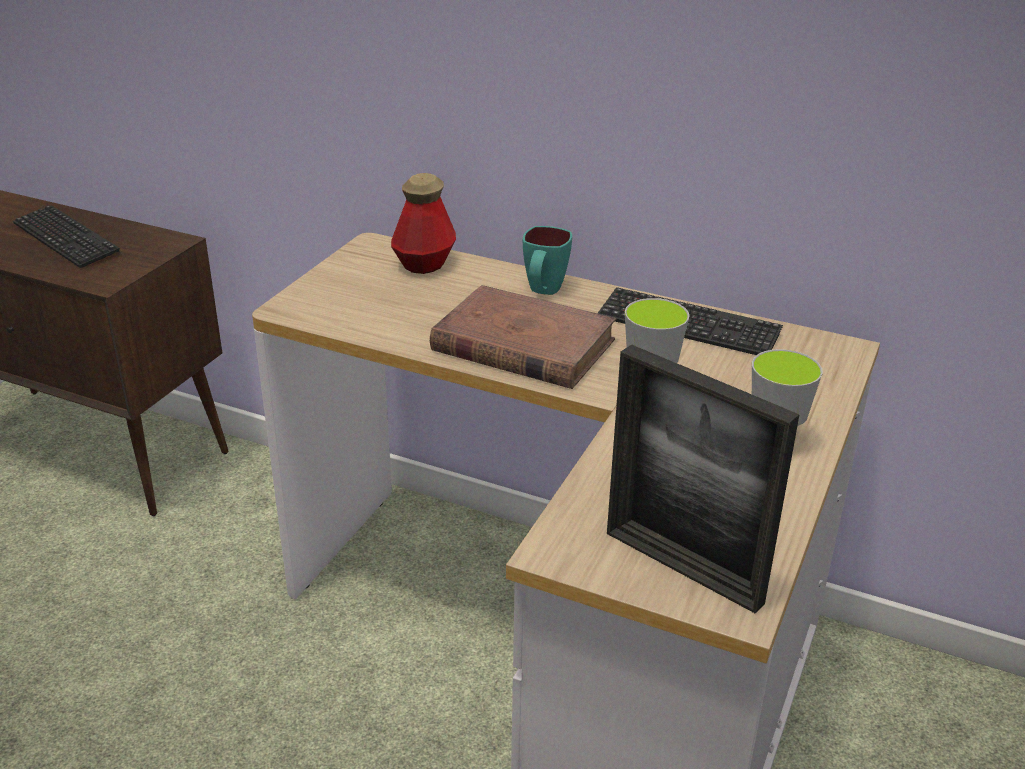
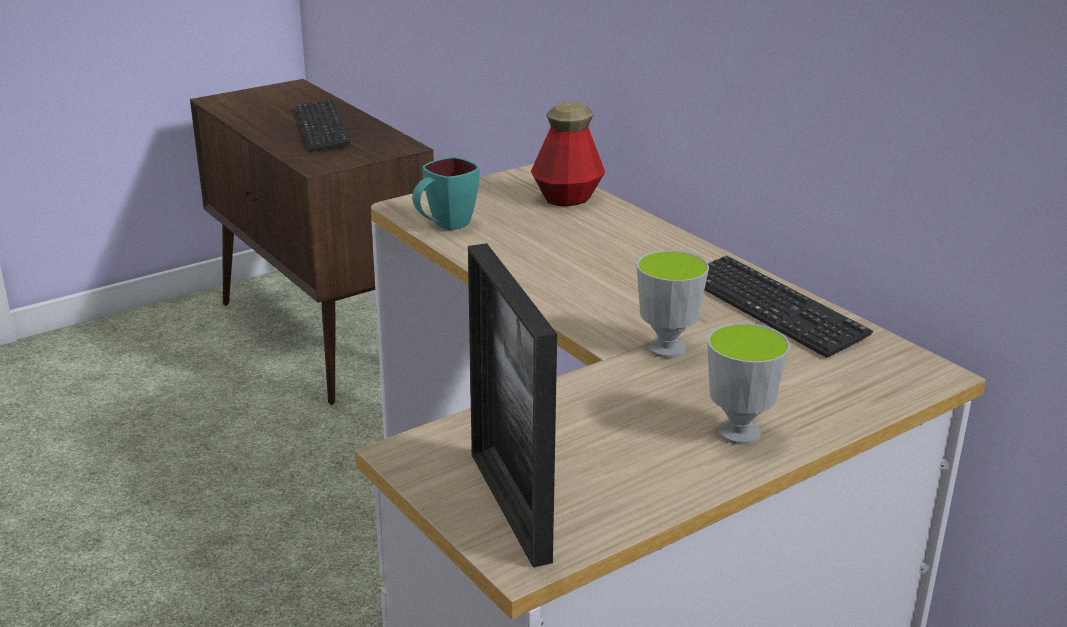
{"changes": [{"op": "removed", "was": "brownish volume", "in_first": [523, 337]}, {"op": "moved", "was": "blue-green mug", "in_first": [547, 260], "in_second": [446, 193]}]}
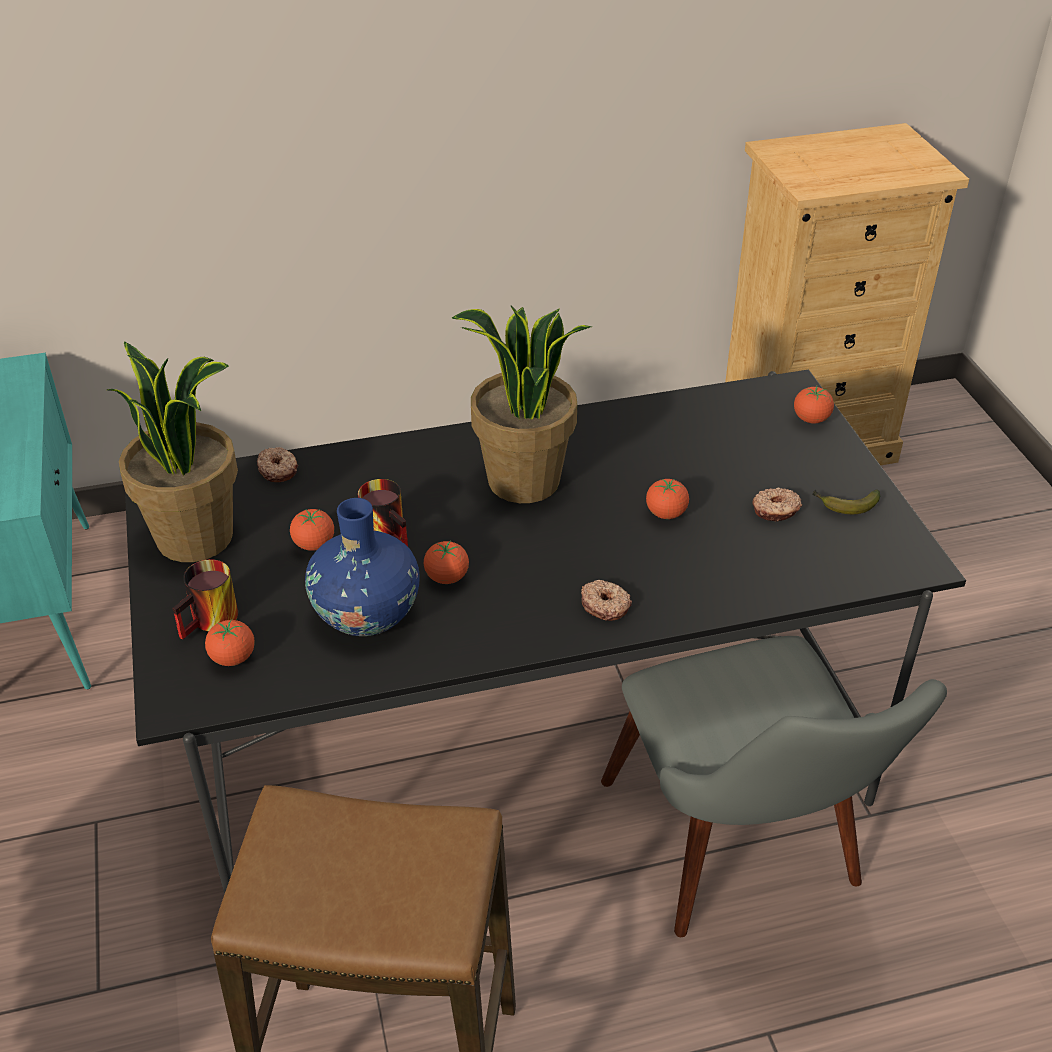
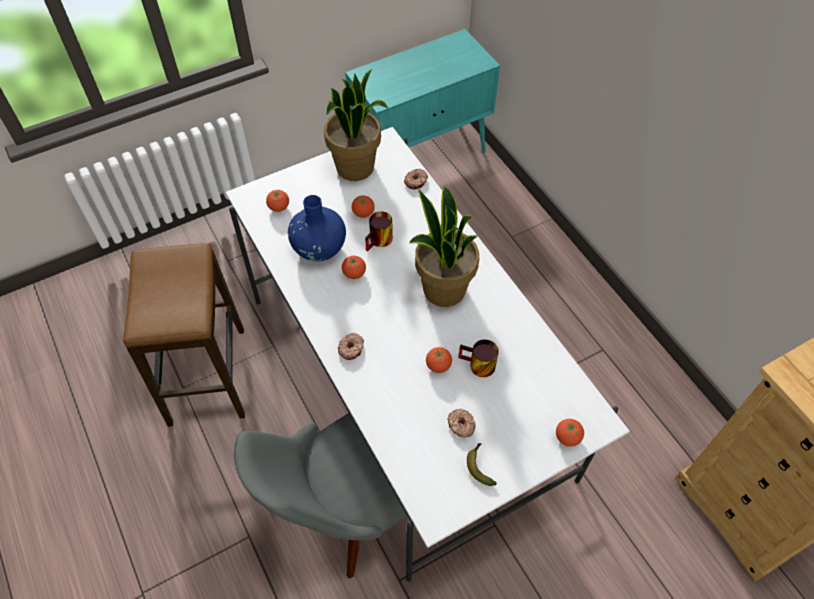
{"changes": [{"op": "recoloured", "was": "blackish dinner table", "now": "whitish dinner table", "in_first": [545, 631], "in_second": [428, 354]}, {"op": "moved", "was": "mug", "in_first": [205, 599], "in_second": [478, 358]}]}
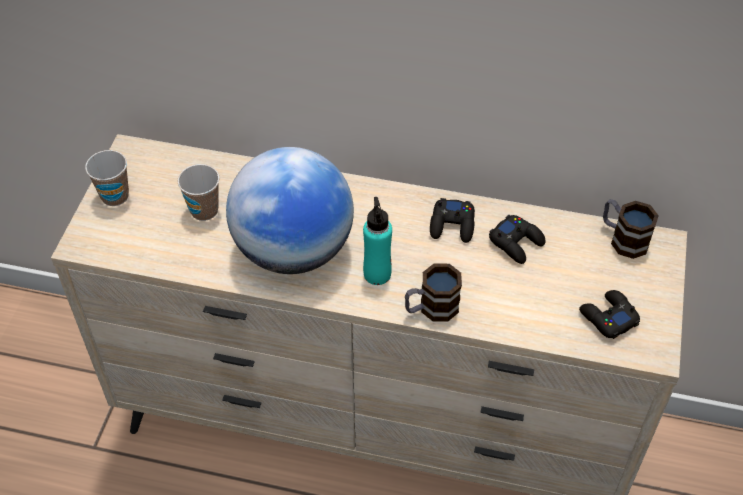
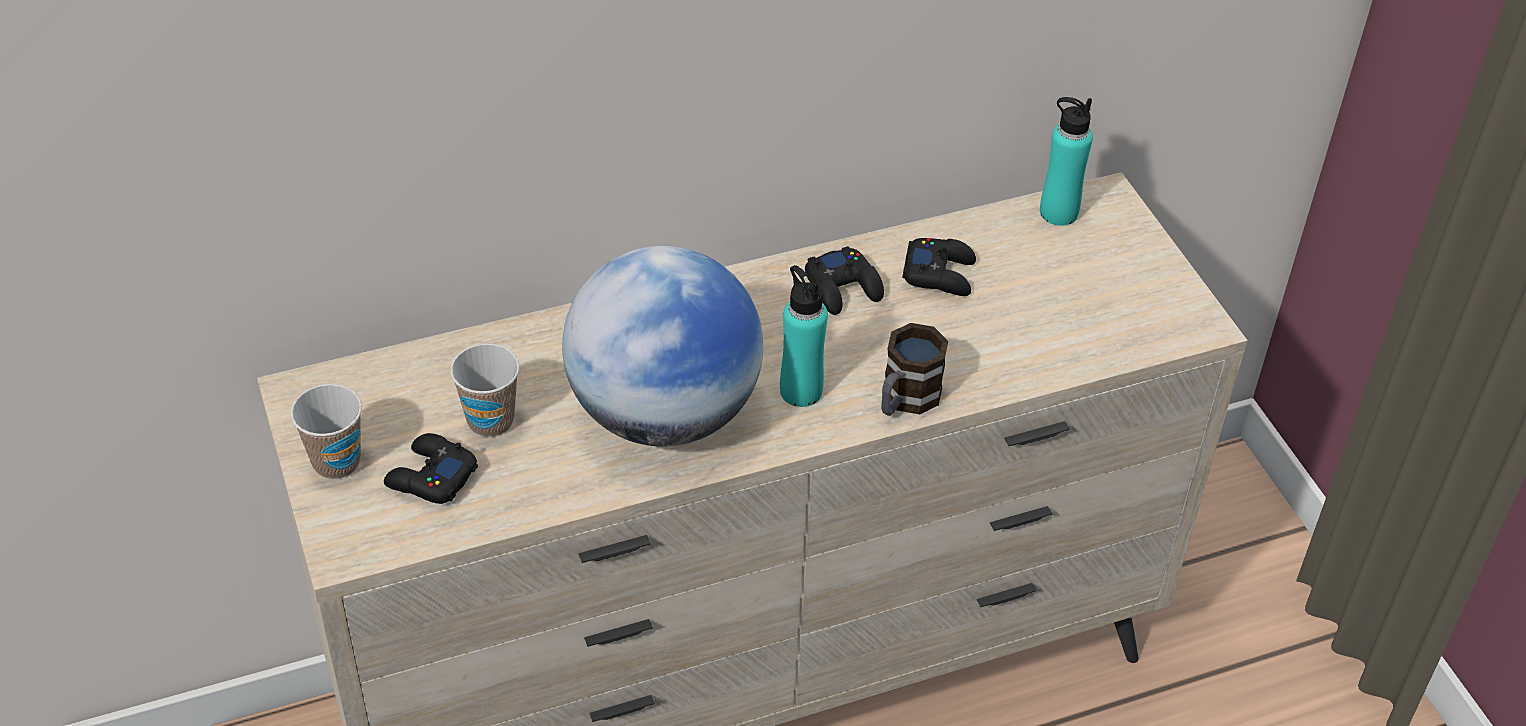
{"changes": [{"op": "moved", "was": "blackish game controller", "in_first": [609, 314], "in_second": [431, 468]}, {"op": "replaced", "was": "mug", "now": "blue-green beverage bottle", "in_first": [631, 229], "in_second": [1066, 161]}]}
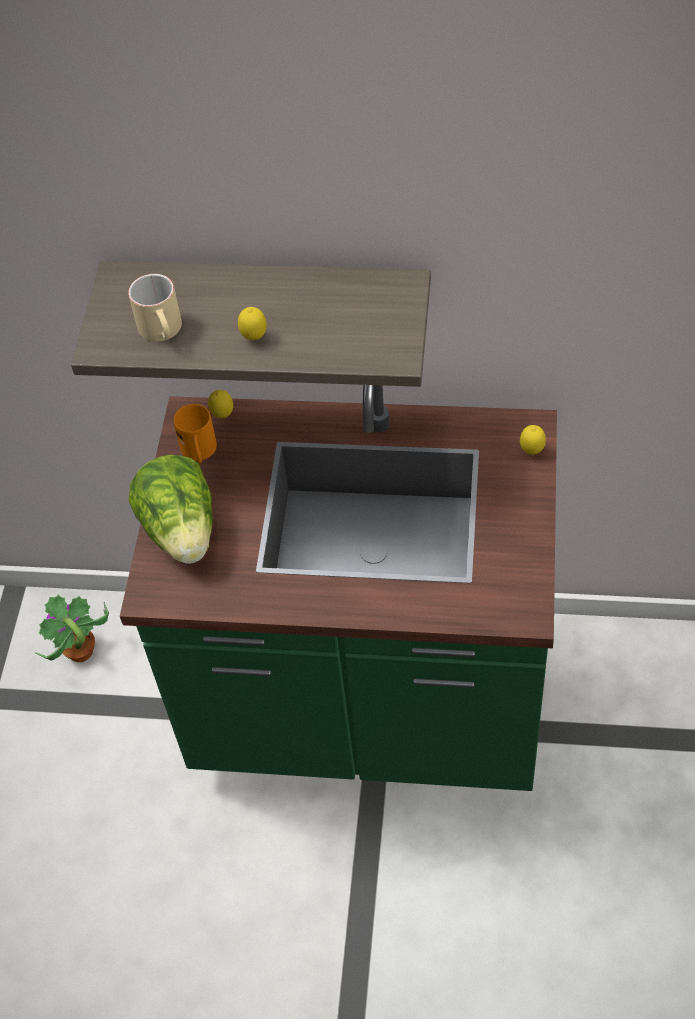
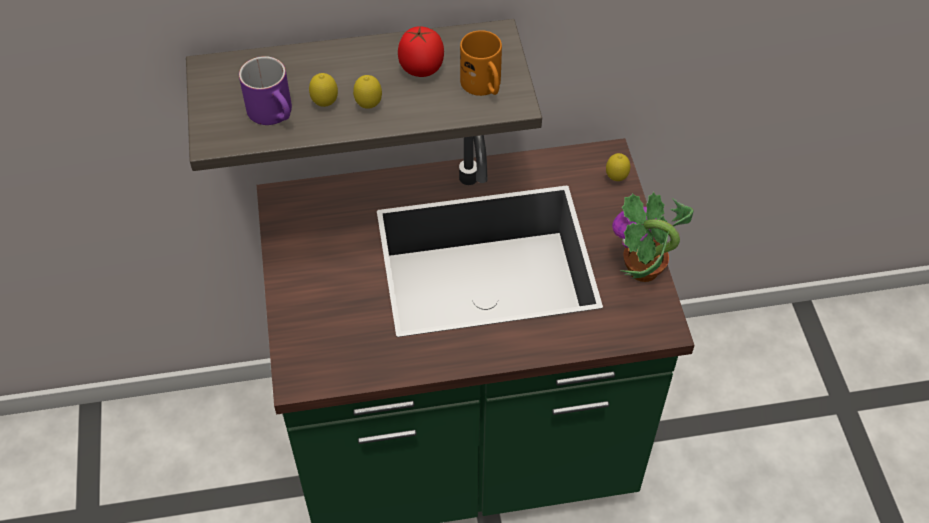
{"changes": [{"op": "moved", "was": "potted plant", "in_first": [71, 628], "in_second": [653, 237]}, {"op": "recoloured", "was": "beige mug", "now": "purple mug", "in_first": [155, 308], "in_second": [265, 90]}, {"op": "removed", "was": "lettuce head", "in_first": [170, 509]}, {"op": "moved", "was": "orangey mug", "in_first": [195, 433], "in_second": [481, 63]}, {"op": "moved", "was": "citrus fruit", "in_first": [220, 404], "in_second": [323, 90]}, {"op": "added", "now": "tomato", "in_second": [421, 51]}]}
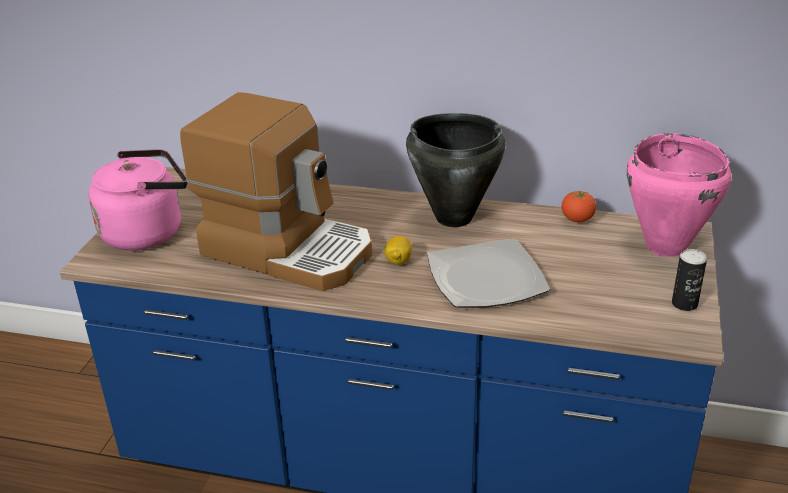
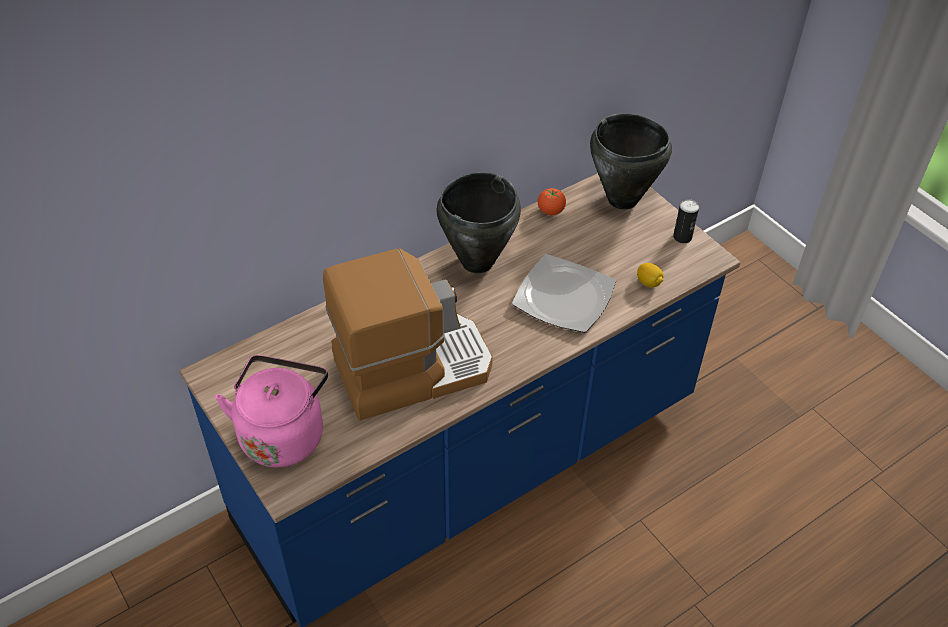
{"changes": [{"op": "moved", "was": "citrus fruit", "in_first": [398, 250], "in_second": [650, 275]}, {"op": "recoloured", "was": "pinkish saucepot", "now": "blackish saucepot", "in_first": [679, 195], "in_second": [631, 161]}]}
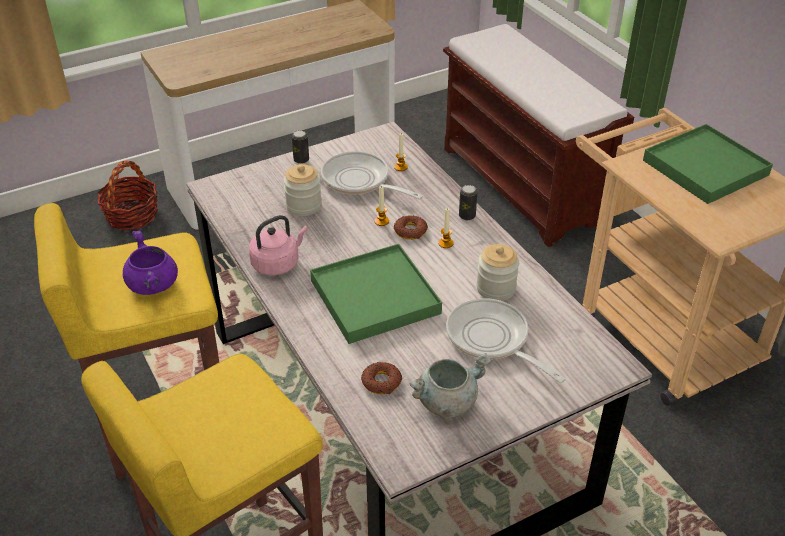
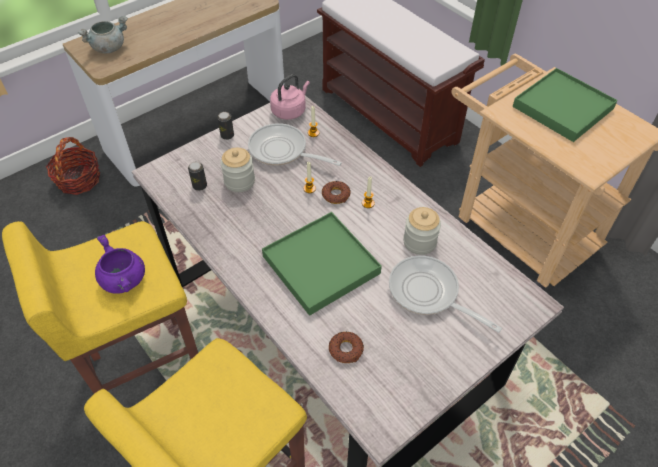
{"changes": [{"op": "moved", "was": "pinkish water kettle", "in_first": [278, 245], "in_second": [290, 97]}, {"op": "moved", "was": "greyish saucepot", "in_first": [450, 385], "in_second": [103, 34]}, {"op": "moved", "was": "metal can", "in_first": [468, 202], "in_second": [197, 176]}]}
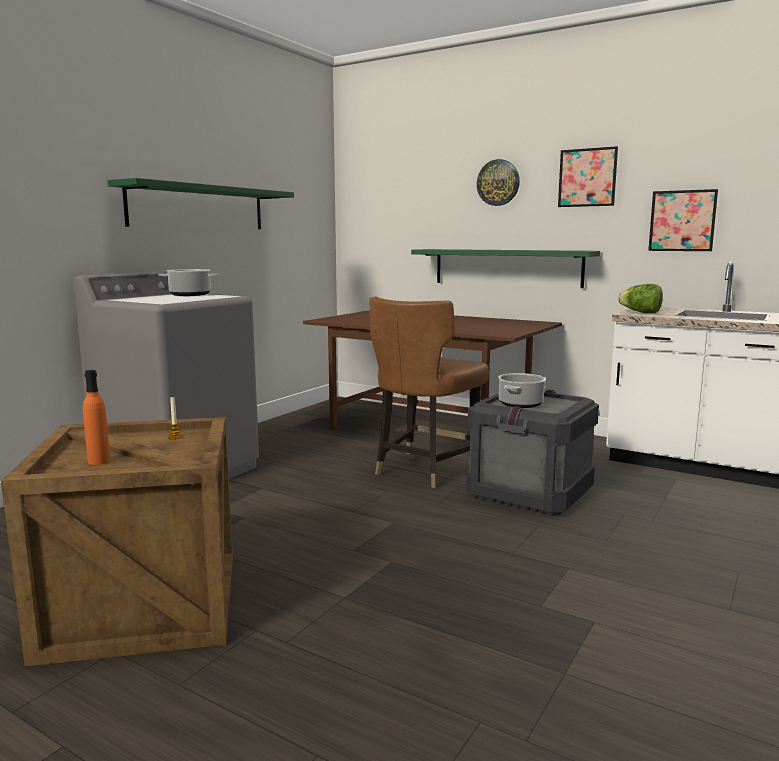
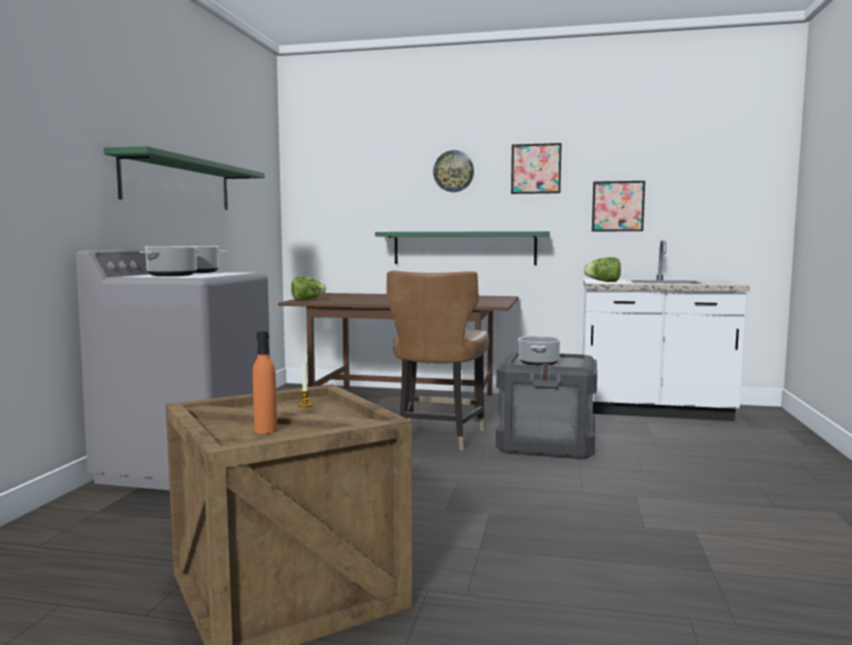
{"changes": [{"op": "added", "now": "saucepot", "in_second": [170, 261]}, {"op": "added", "now": "lettuce head", "in_second": [308, 288]}]}
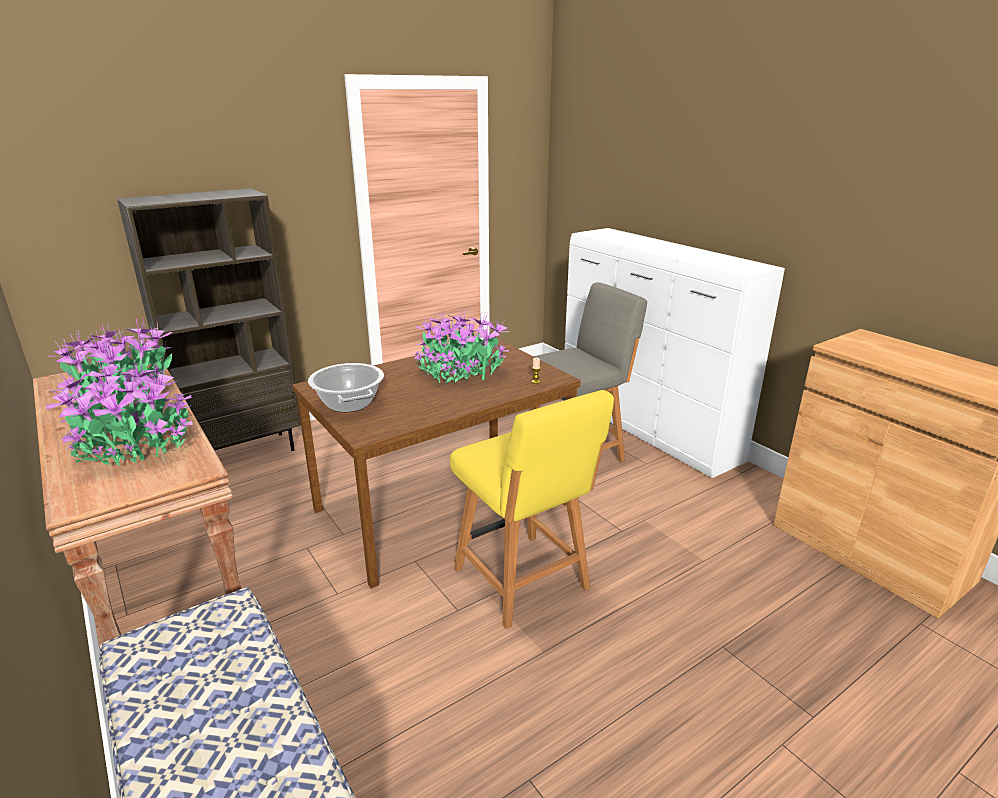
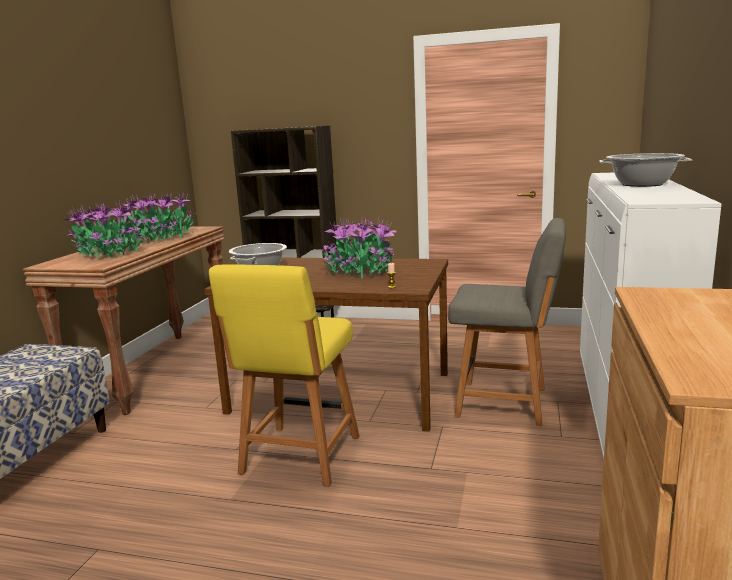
{"changes": [{"op": "added", "now": "saucepot", "in_second": [645, 170]}]}
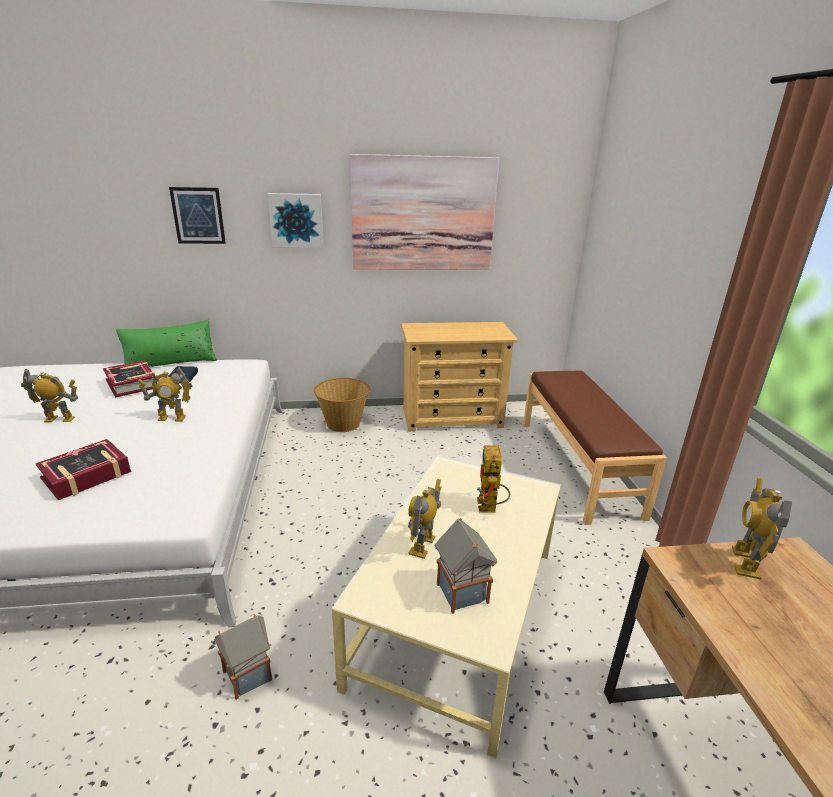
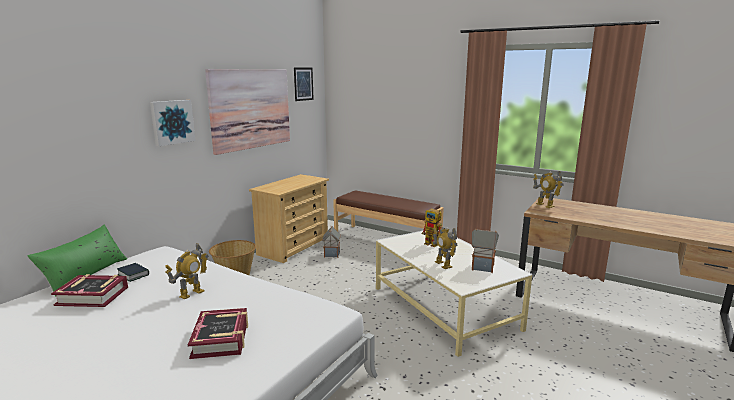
{"changes": [{"op": "removed", "was": "robot figure", "in_first": [49, 396]}, {"op": "moved", "was": "wall picture", "in_first": [197, 215], "in_second": [304, 84]}, {"op": "moved", "was": "miniature house", "in_first": [243, 657], "in_second": [331, 242]}]}
